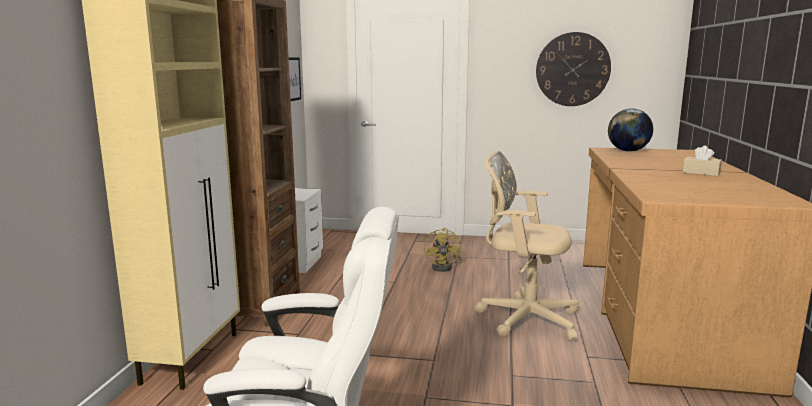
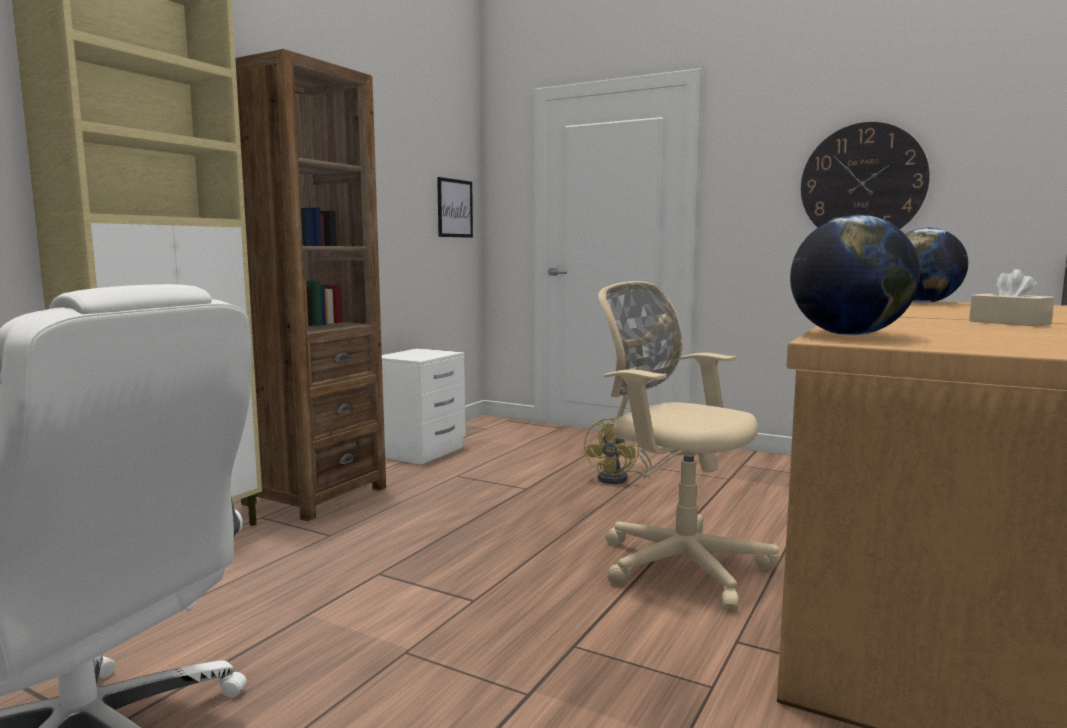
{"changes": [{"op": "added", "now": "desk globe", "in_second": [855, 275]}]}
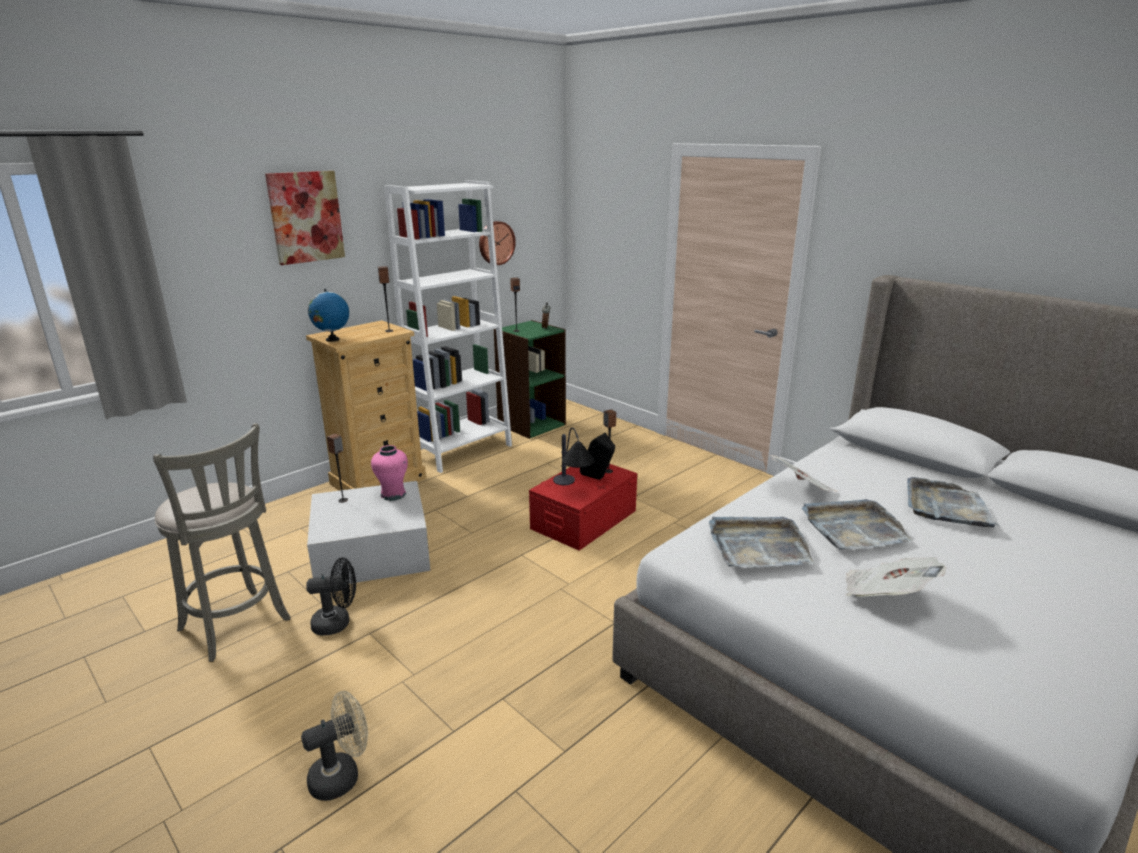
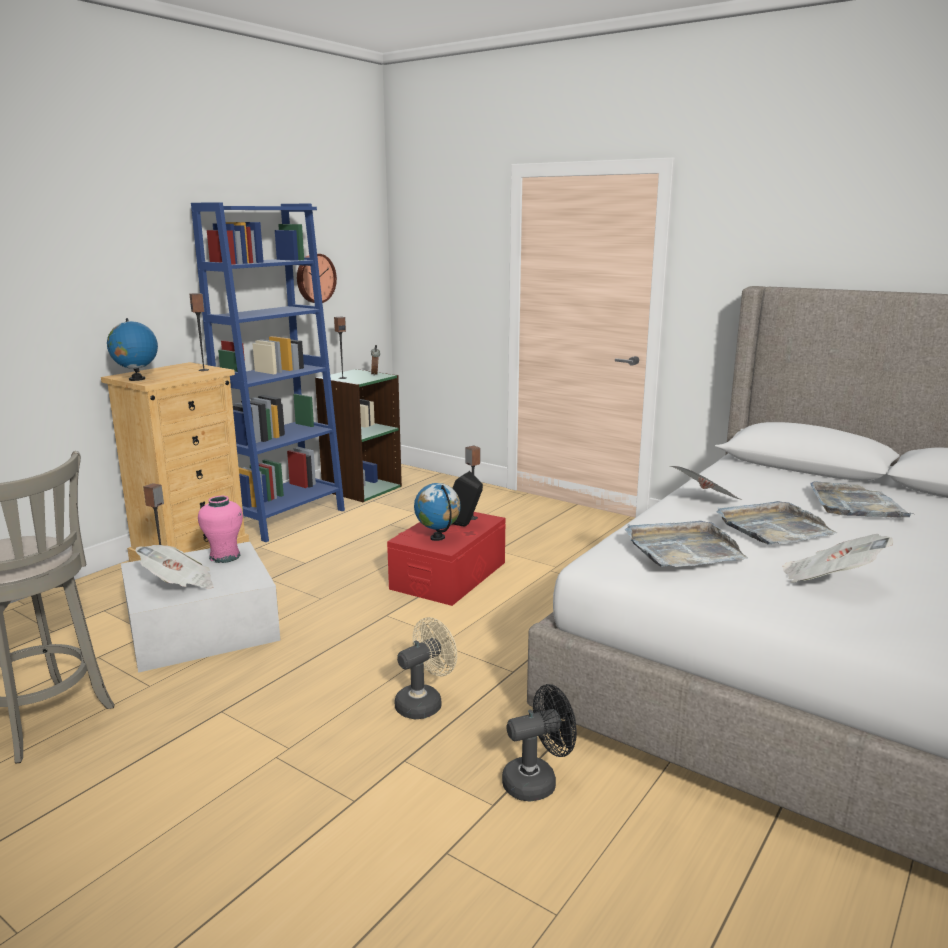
{"changes": [{"op": "removed", "was": "wall picture", "in_first": [305, 218]}, {"op": "moved", "was": "beige cooling fan", "in_first": [334, 746], "in_second": [426, 668]}, {"op": "moved", "was": "blackish cooling fan", "in_first": [331, 597], "in_second": [539, 743]}, {"op": "recoloured", "was": "whitish shelving unit", "now": "bluish shelving unit", "in_first": [448, 326], "in_second": [268, 372]}, {"op": "replaced", "was": "table lamp", "now": "desk globe", "in_first": [573, 456], "in_second": [437, 512]}, {"op": "added", "now": "newspaper", "in_second": [174, 566]}]}
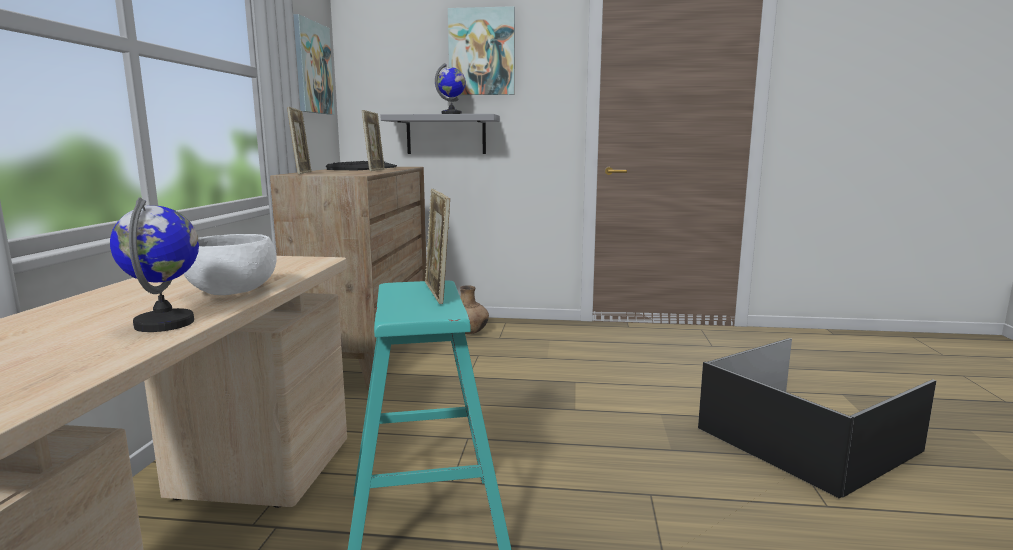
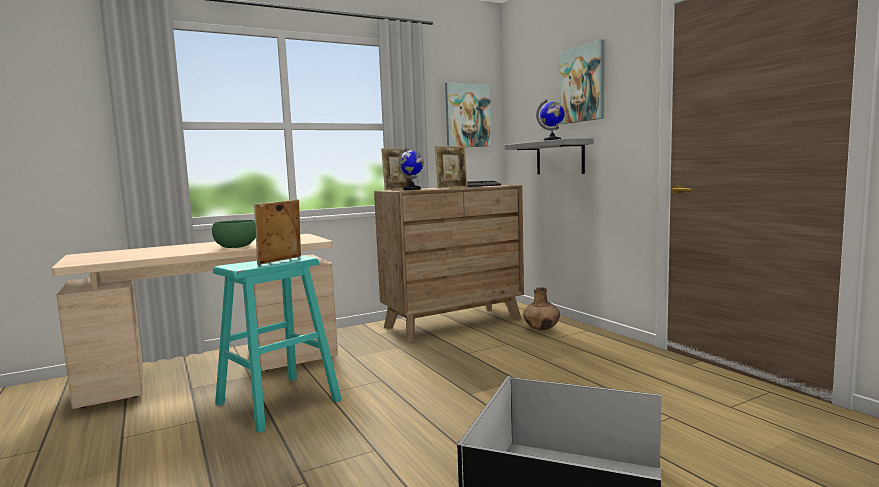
{"changes": [{"op": "moved", "was": "desk globe", "in_first": [154, 264], "in_second": [411, 168]}, {"op": "recoloured", "was": "whitish deep dish", "now": "green-coloured deep dish", "in_first": [230, 264], "in_second": [234, 234]}]}
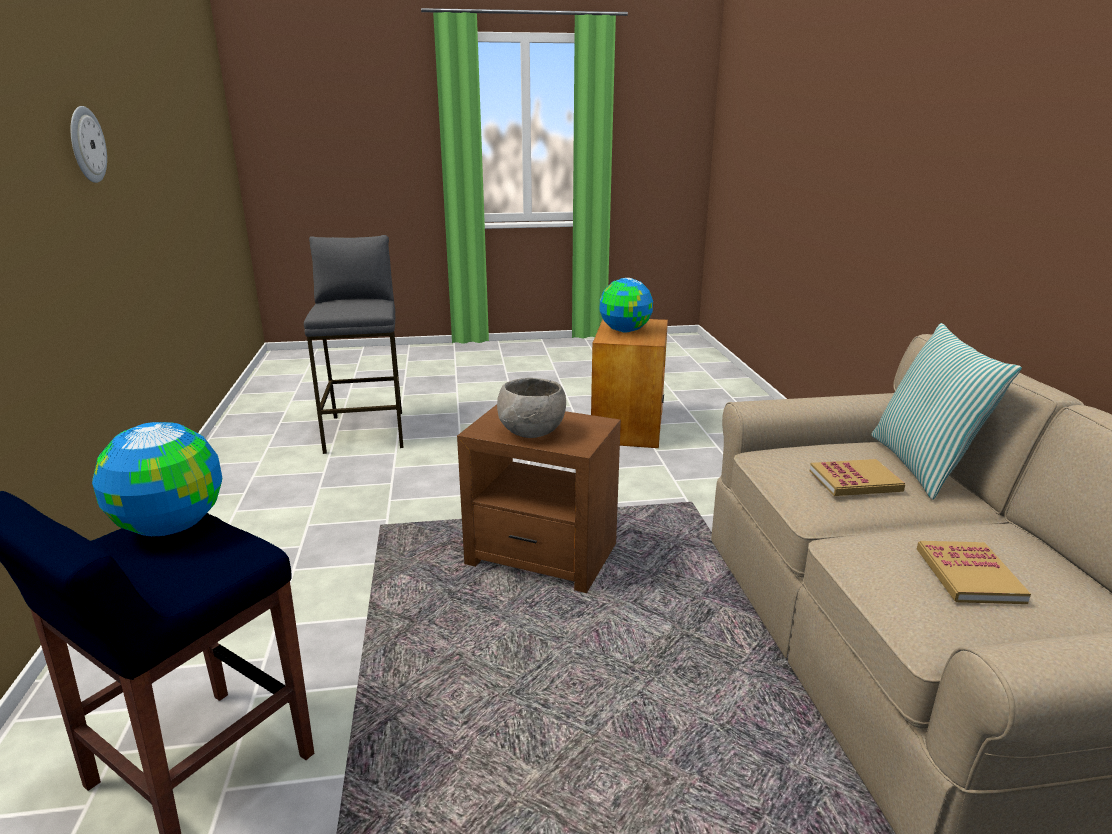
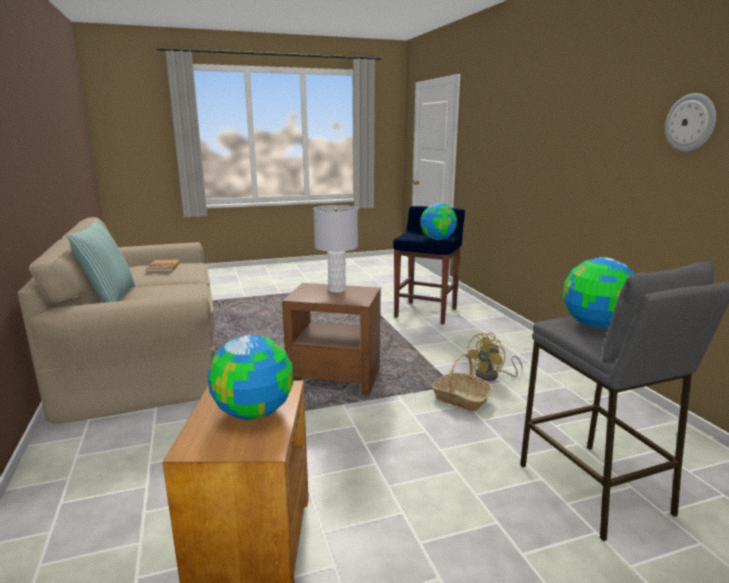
{"changes": [{"op": "replaced", "was": "greyish deep dish", "now": "greyish table lamp", "in_first": [531, 408], "in_second": [335, 249]}, {"op": "removed", "was": "volume", "in_first": [857, 477]}, {"op": "added", "now": "storage basket", "in_second": [462, 382]}, {"op": "added", "now": "yellowish cooling fan", "in_second": [494, 357]}, {"op": "added", "now": "desk globe", "in_second": [598, 292]}]}
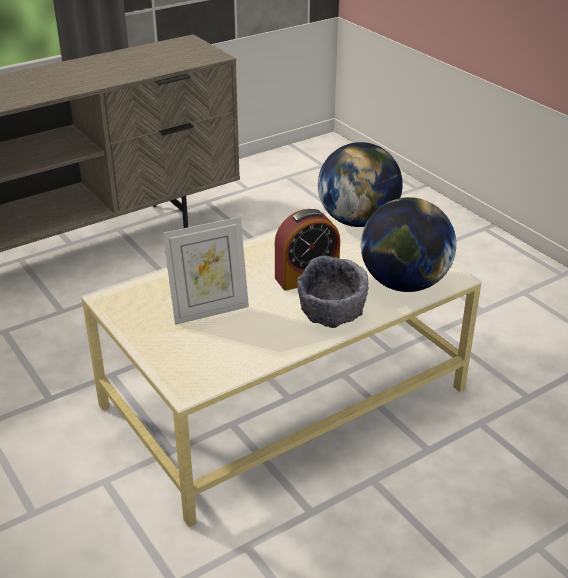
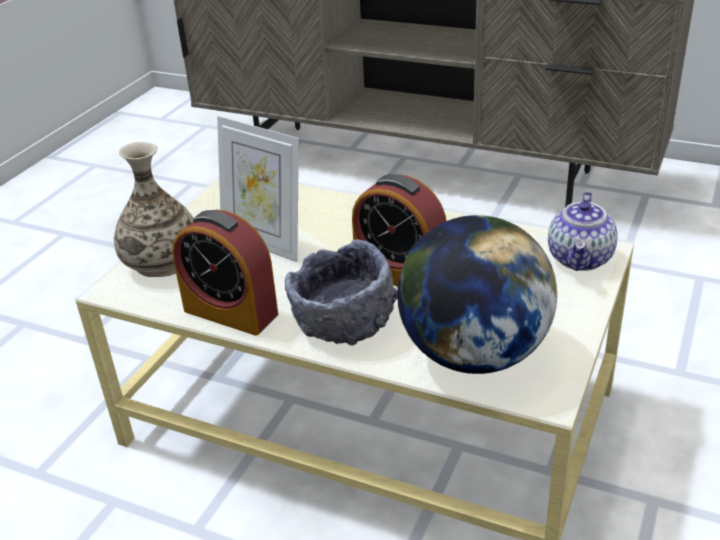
{"changes": [{"op": "replaced", "was": "desk globe", "now": "tea pot", "in_first": [360, 184], "in_second": [583, 231]}, {"op": "added", "now": "decorative vase", "in_second": [153, 209]}, {"op": "added", "now": "bedside clock", "in_second": [225, 272]}]}
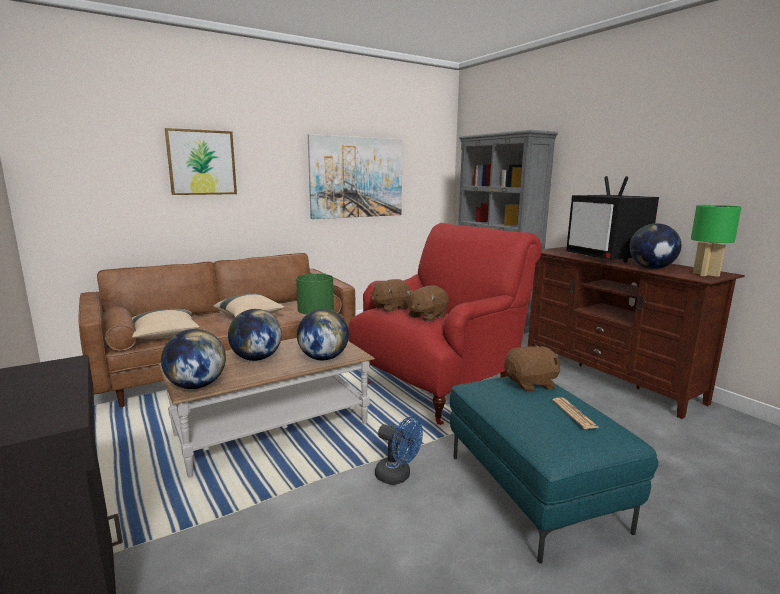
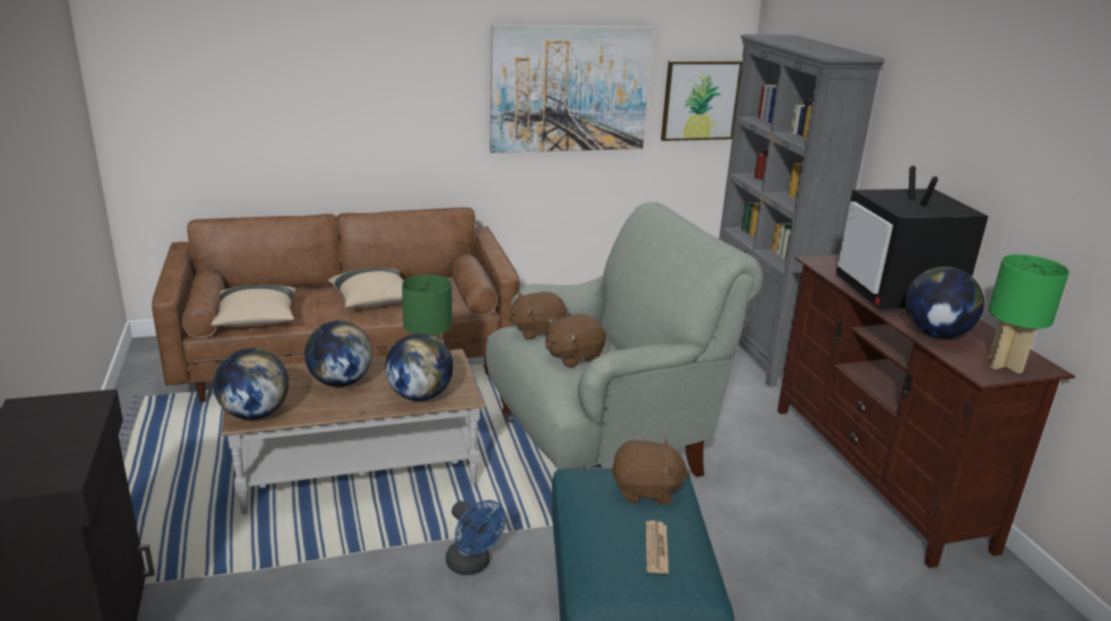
{"changes": [{"op": "moved", "was": "wall picture", "in_first": [201, 161], "in_second": [701, 101]}, {"op": "recoloured", "was": "red-coloured lounge chair", "now": "greyish lounge chair", "in_first": [445, 324], "in_second": [624, 339]}]}
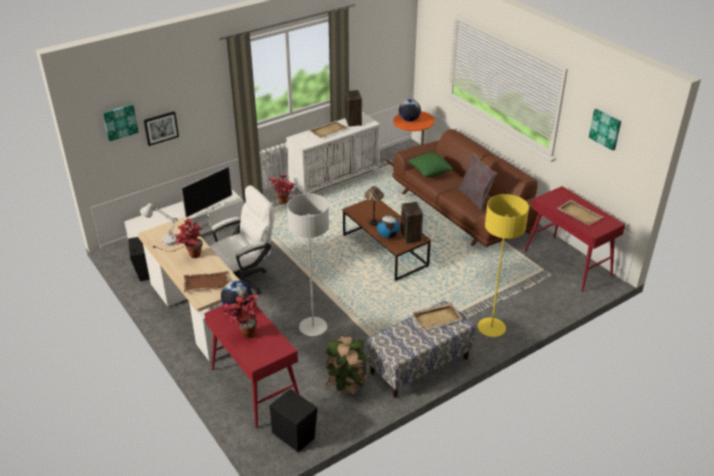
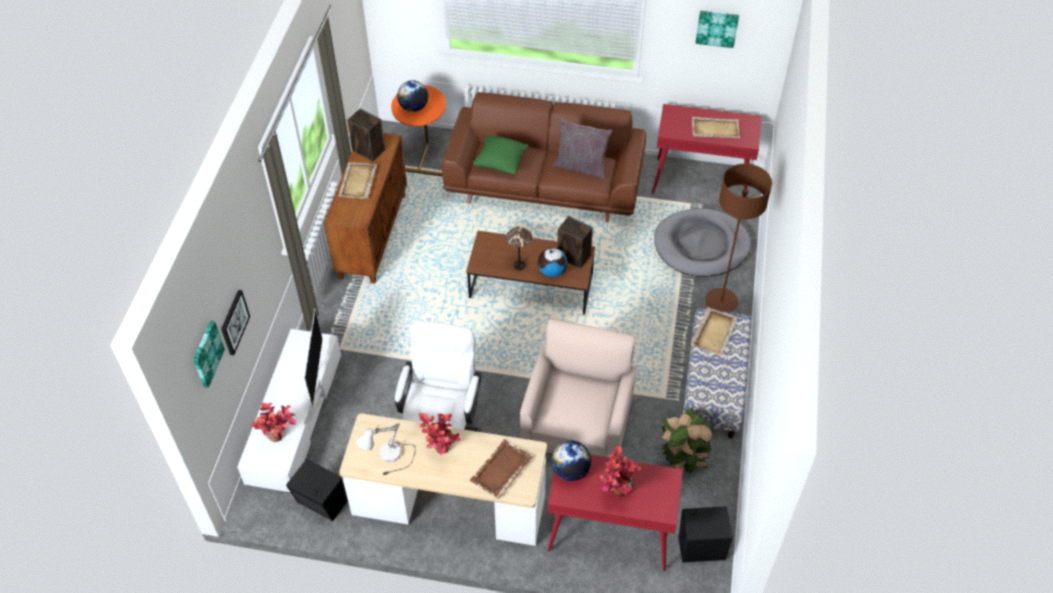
{"changes": [{"op": "moved", "was": "potted plant", "in_first": [282, 189], "in_second": [273, 422]}, {"op": "recoloured", "was": "whitish cupboard", "now": "brownish cupboard", "in_first": [333, 153], "in_second": [365, 208]}, {"op": "replaced", "was": "greyish floor lamp", "now": "beige lounge chair", "in_first": [308, 265], "in_second": [578, 389]}, {"op": "recoloured", "was": "yellowish floor lamp", "now": "brownish floor lamp", "in_first": [503, 265], "in_second": [738, 238]}, {"op": "added", "now": "greyish pet bed", "in_second": [702, 242]}]}
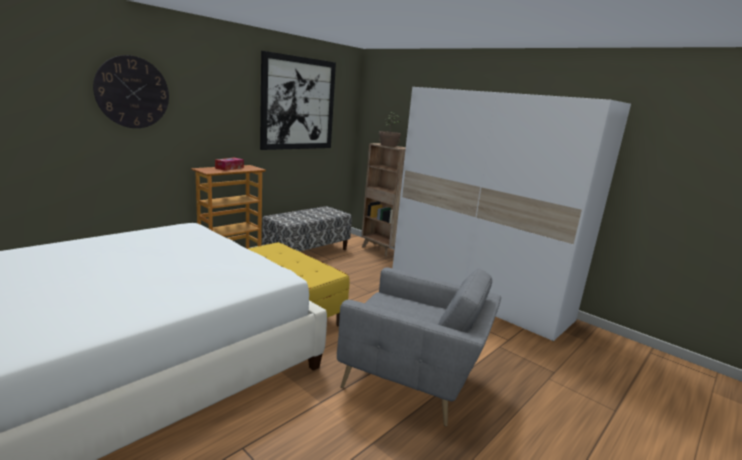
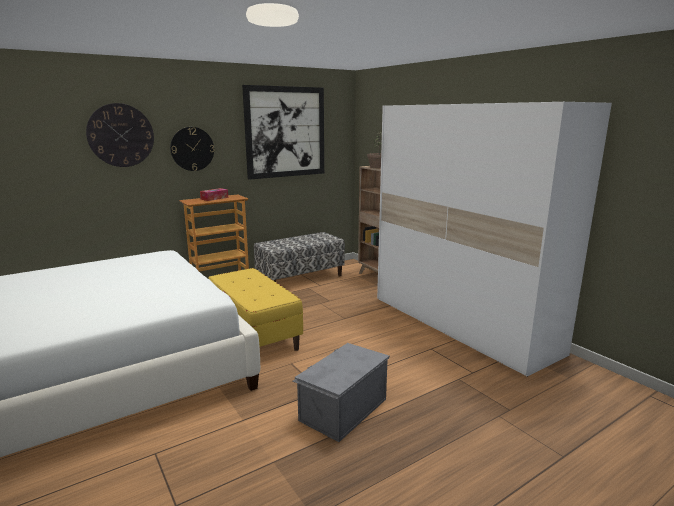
{"changes": [{"op": "replaced", "was": "greyish lounge chair", "now": "greyish storage box", "in_first": [419, 347], "in_second": [341, 392]}, {"op": "added", "now": "clock on the wall", "in_second": [192, 149]}]}
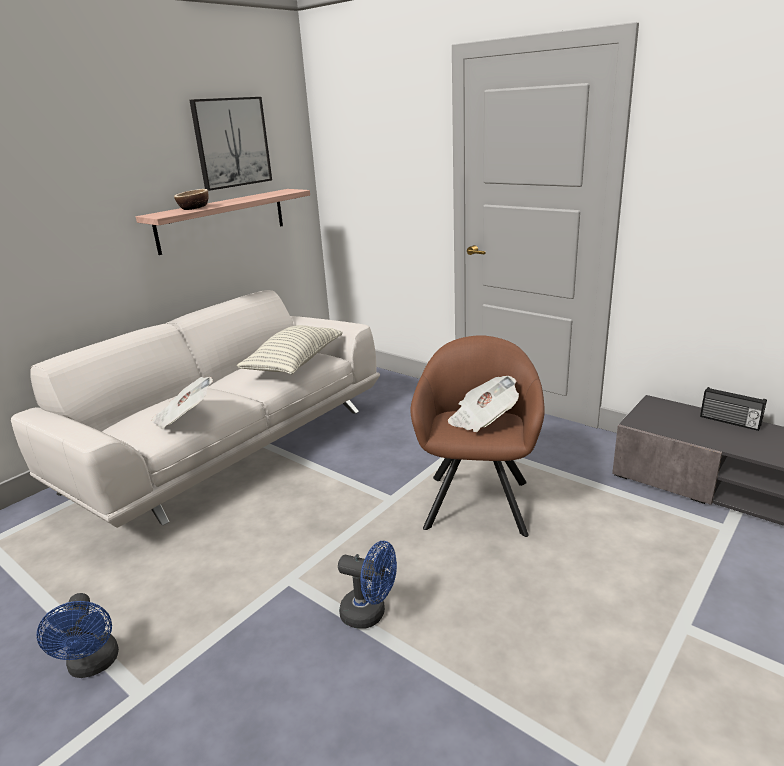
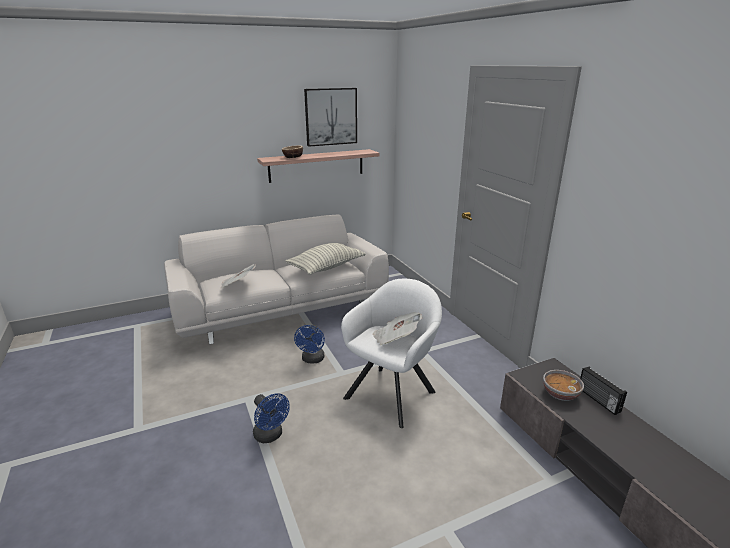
{"changes": [{"op": "moved", "was": "bluish cooling fan", "in_first": [78, 635], "in_second": [309, 344]}, {"op": "recoloured", "was": "brownish lounge chair", "now": "whitish lounge chair", "in_first": [477, 436], "in_second": [391, 353]}, {"op": "added", "now": "deep dish", "in_second": [563, 385]}]}
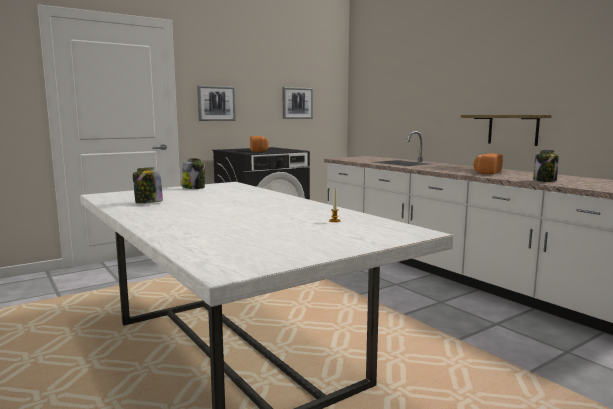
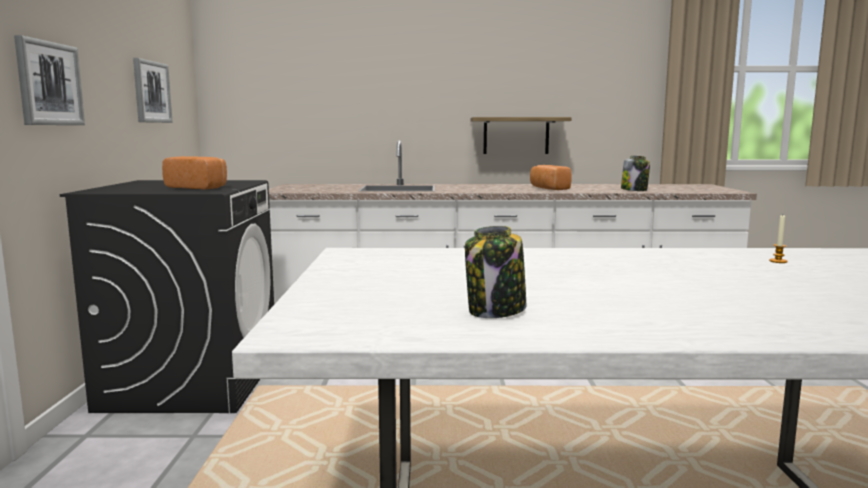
{"changes": [{"op": "removed", "was": "storage jar", "in_first": [193, 173]}]}
